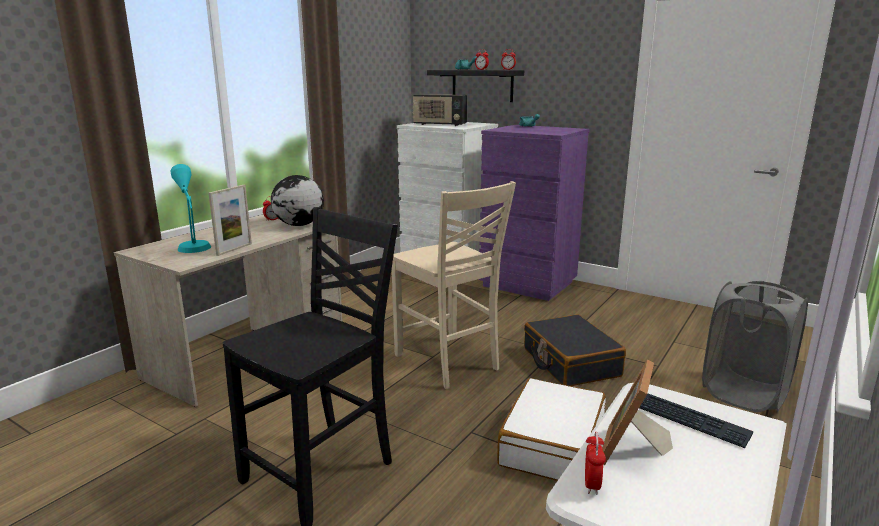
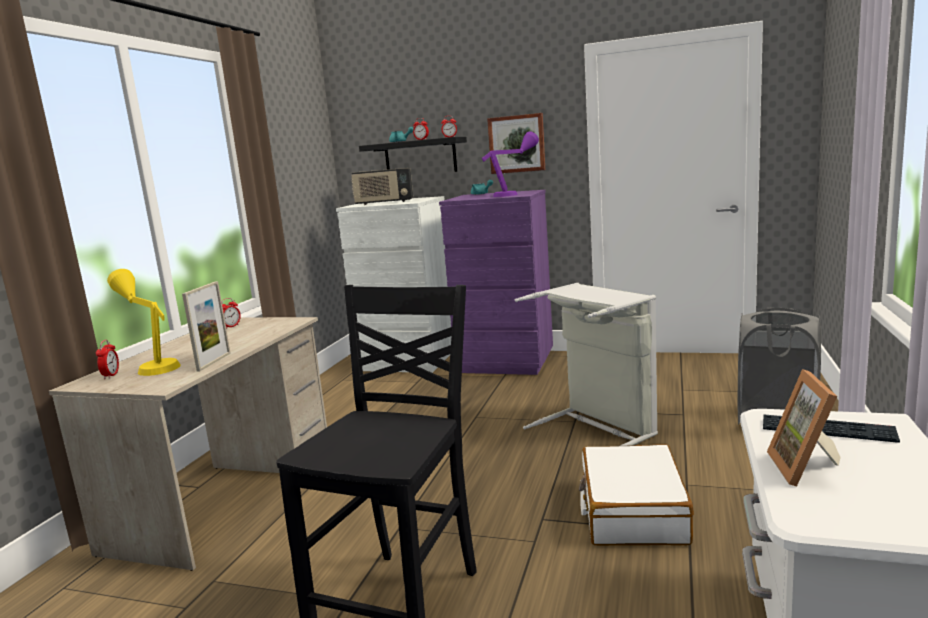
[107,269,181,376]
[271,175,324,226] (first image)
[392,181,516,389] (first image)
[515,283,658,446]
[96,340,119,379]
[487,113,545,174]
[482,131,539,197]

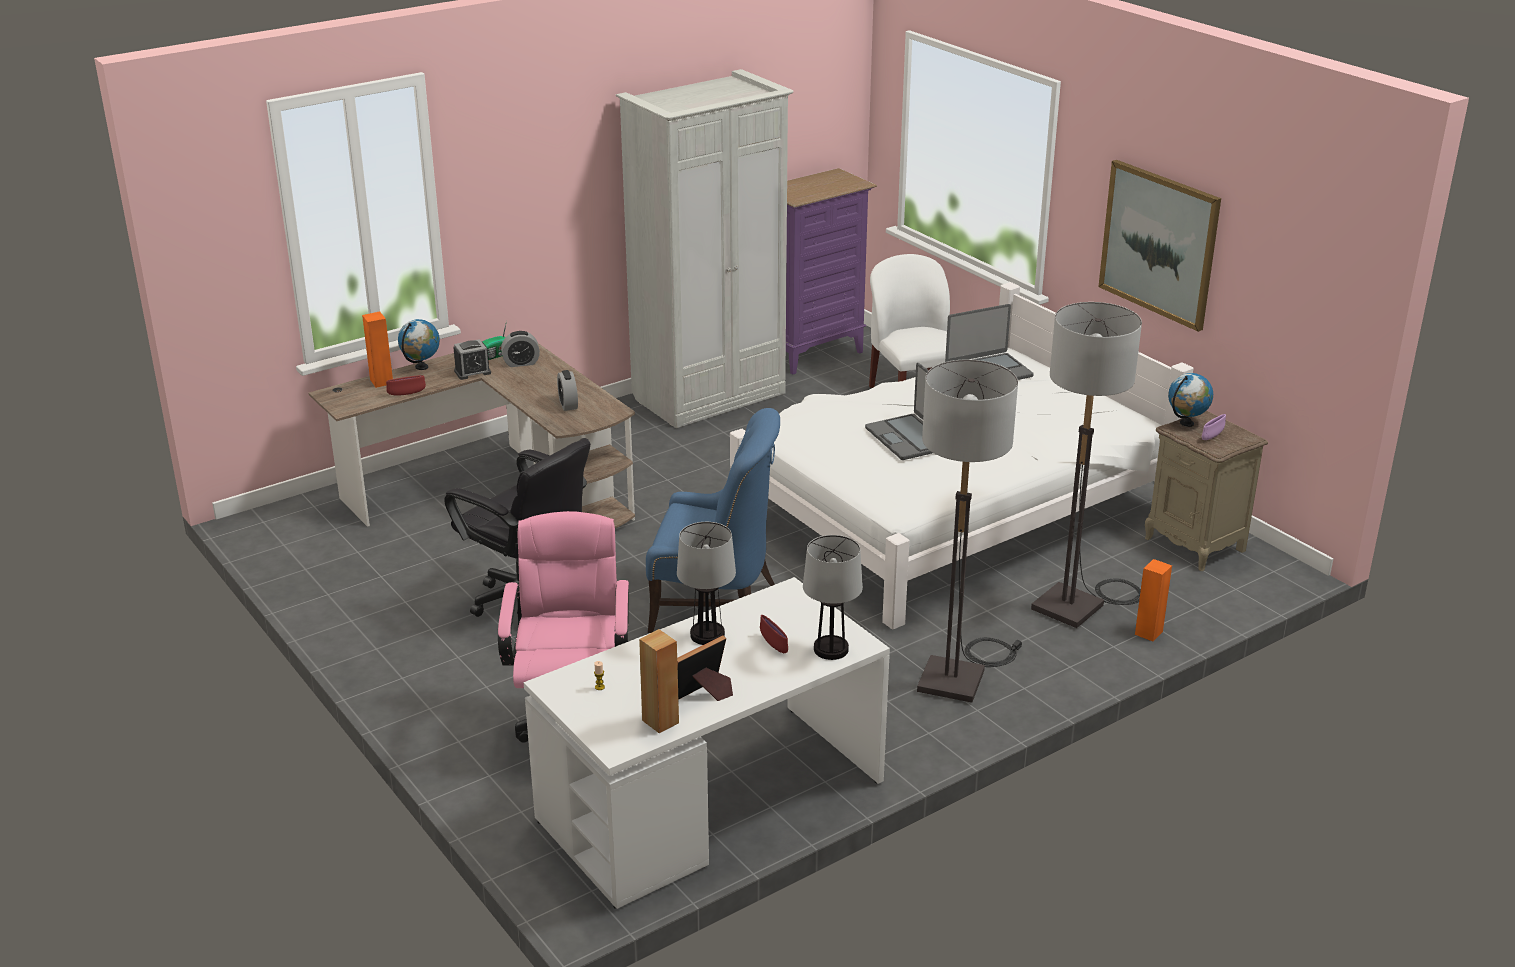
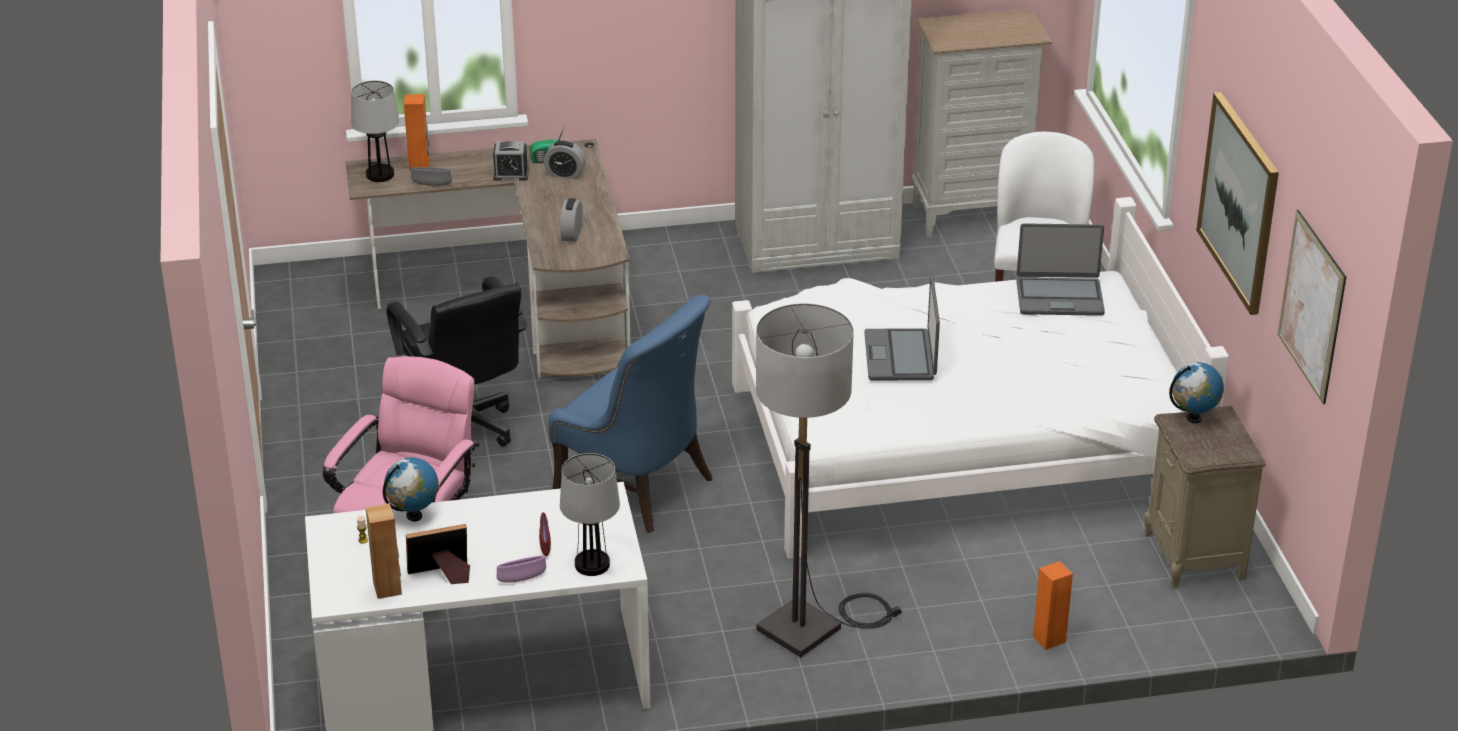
[912,9,1052,237]
[1031,302,1142,628] (first image)
[383,457,439,521]
[411,167,452,186]
[496,556,546,583]
[351,81,399,182]
[1278,210,1346,404]

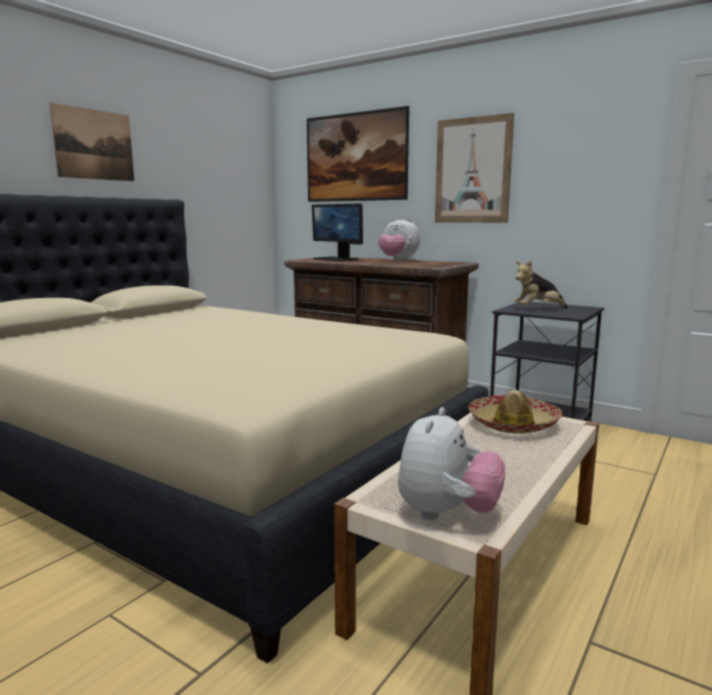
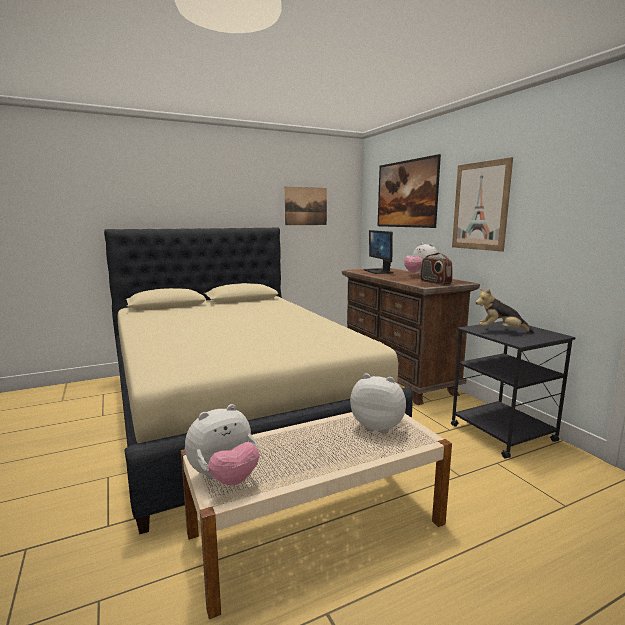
[285,187,327,225]
[350,373,406,434]
[420,253,453,285]

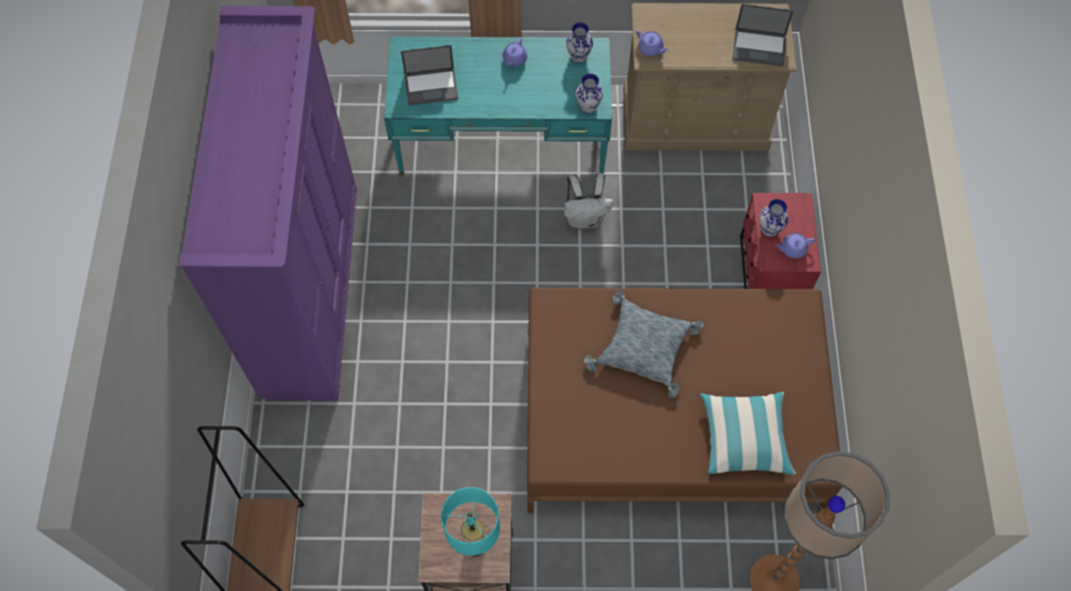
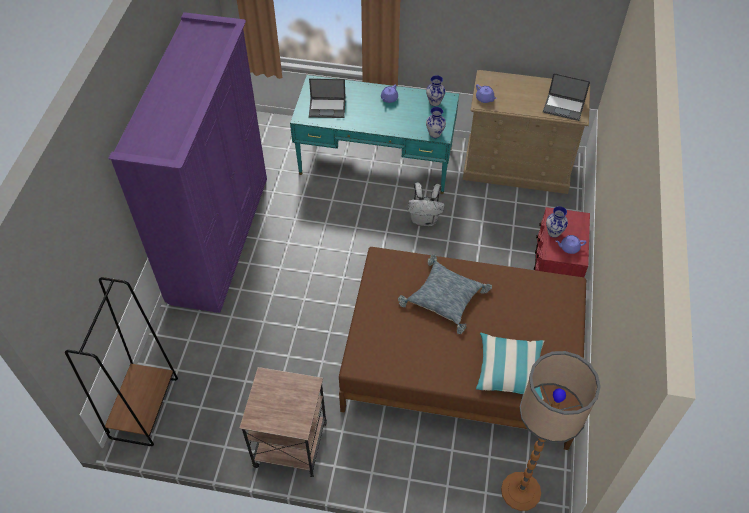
[441,487,500,557] (first image)

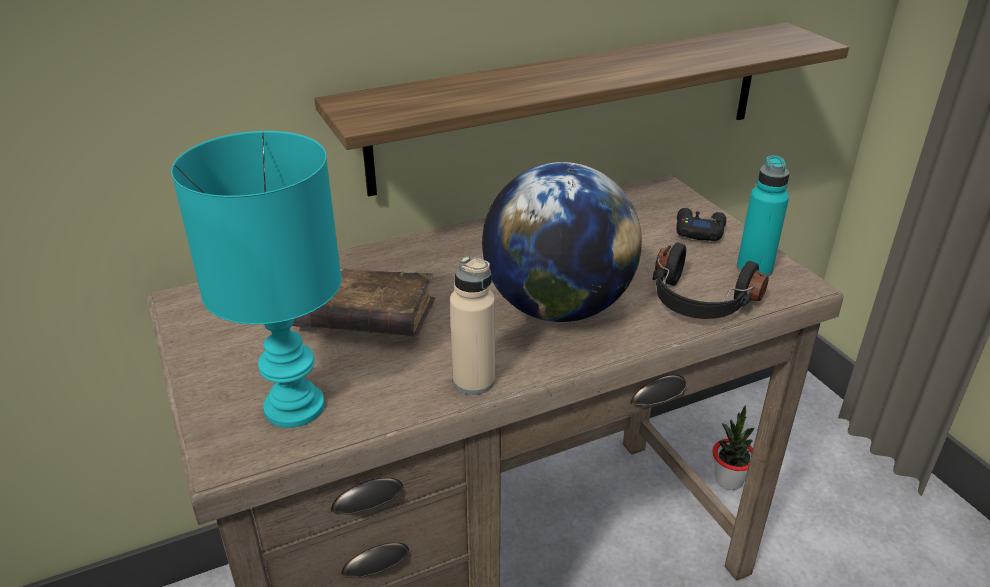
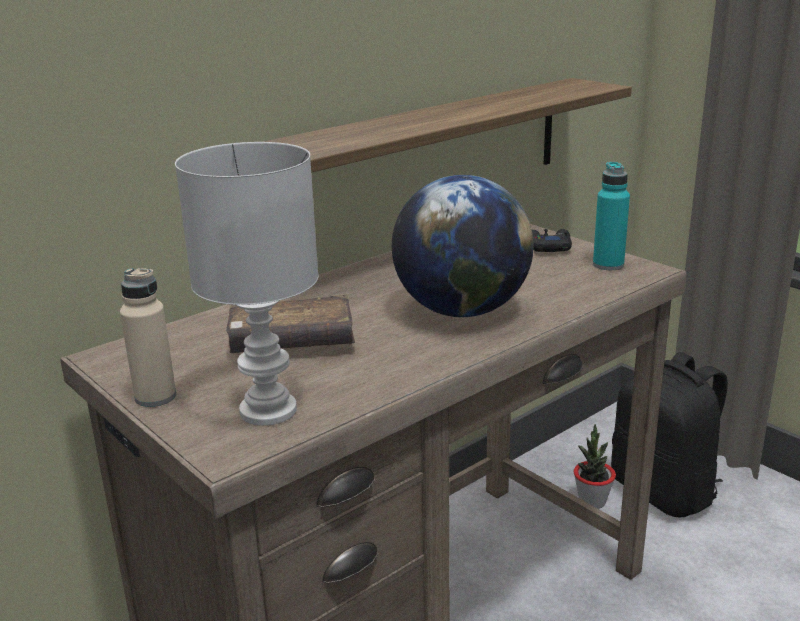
[175,142,319,426]
[652,243,768,319] (first image)
[120,268,176,407]
[611,352,728,517]

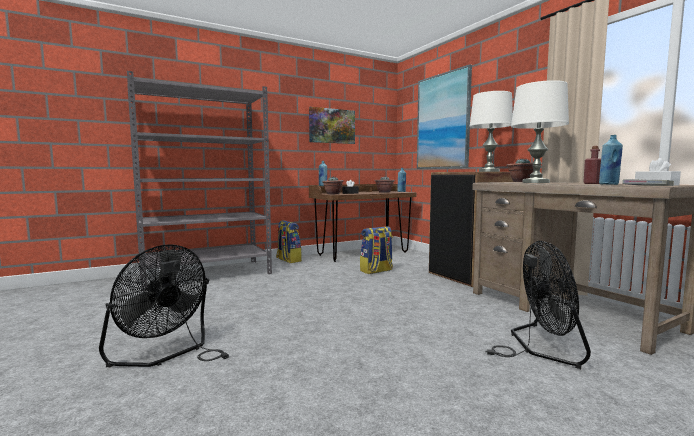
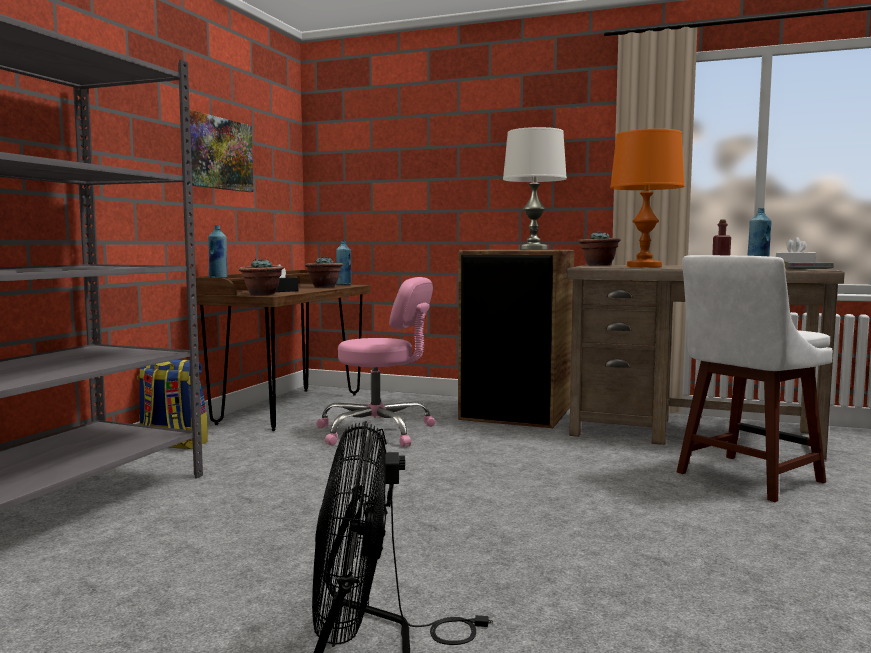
[417,64,472,169] (first image)
[610,129,685,267]
[317,277,436,447]
[677,255,833,502]

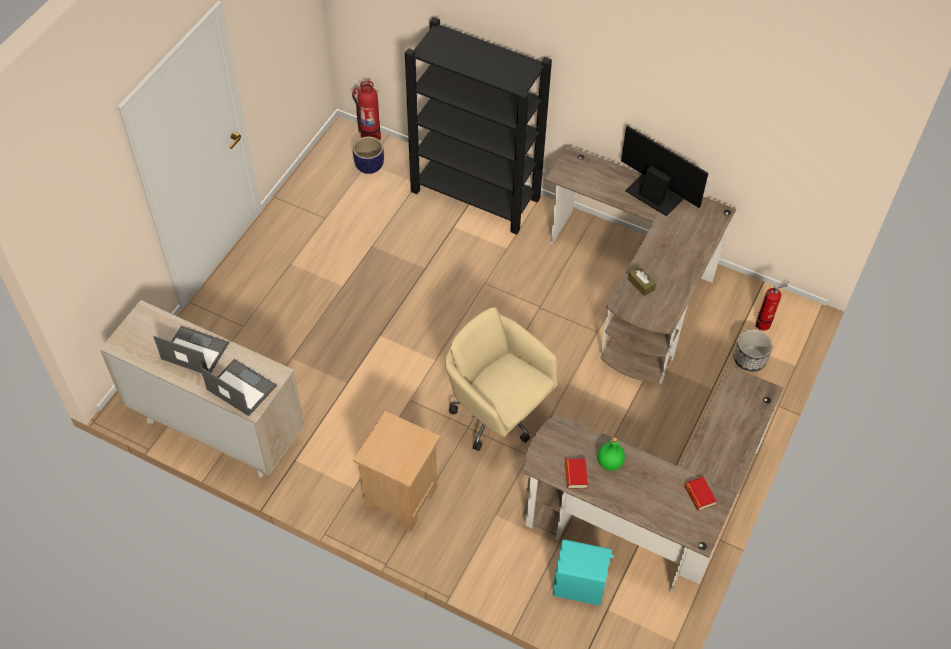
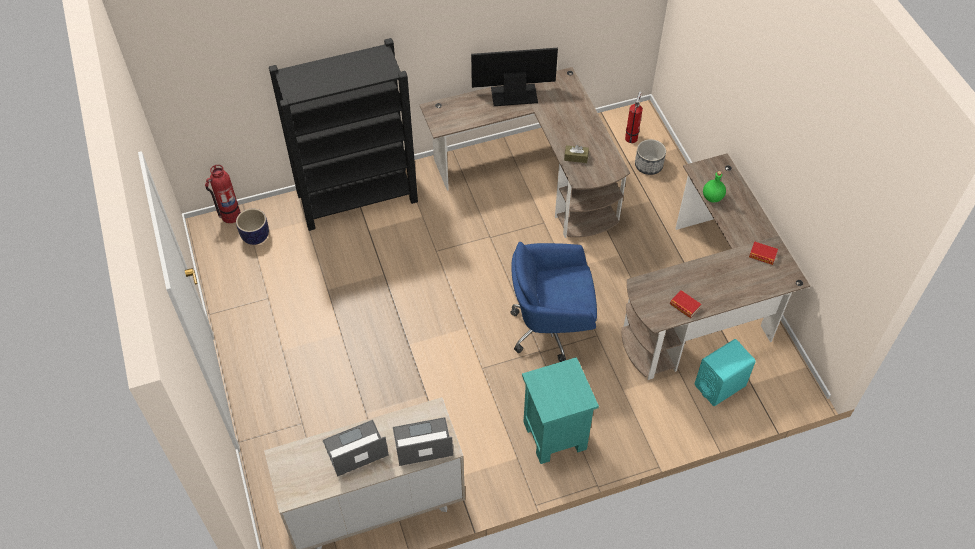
[510,242,597,362]
[522,357,599,464]
[703,171,726,203]

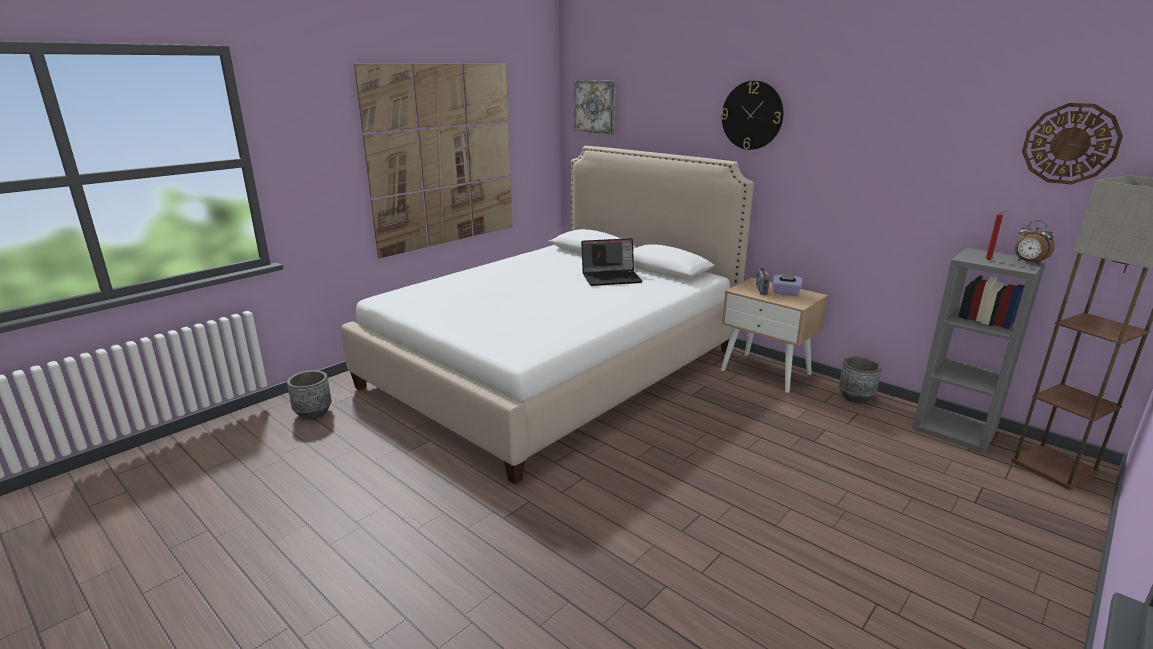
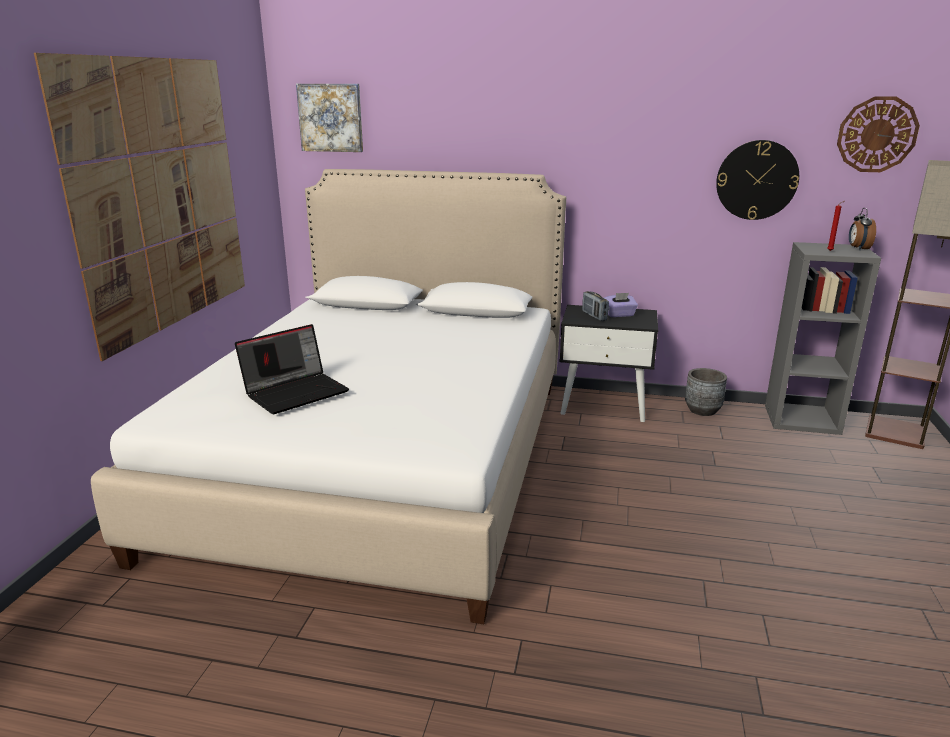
[716,140,799,220]
[849,208,876,250]
[235,324,349,414]
[560,305,658,422]
[287,370,331,420] (first image)

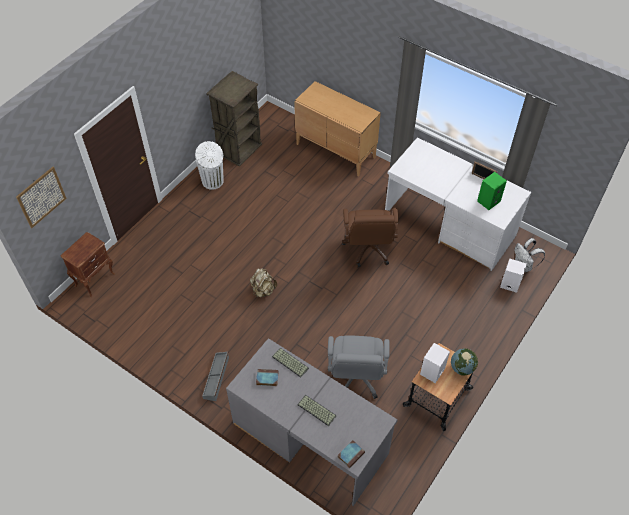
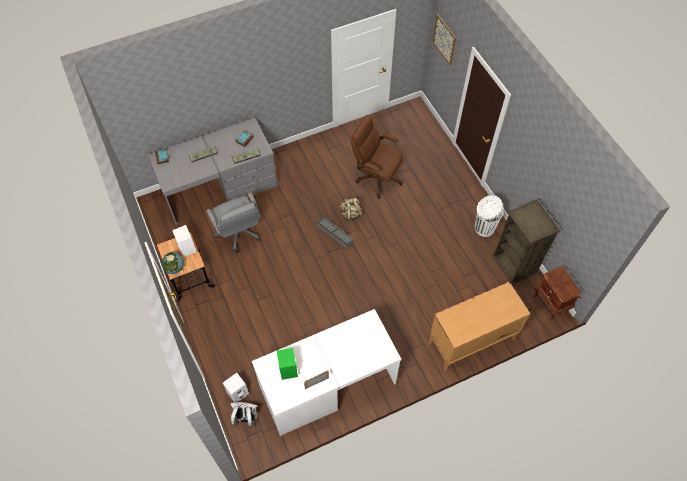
[351,115,403,199]
[533,266,582,323]
[206,193,261,253]
[317,218,353,249]

